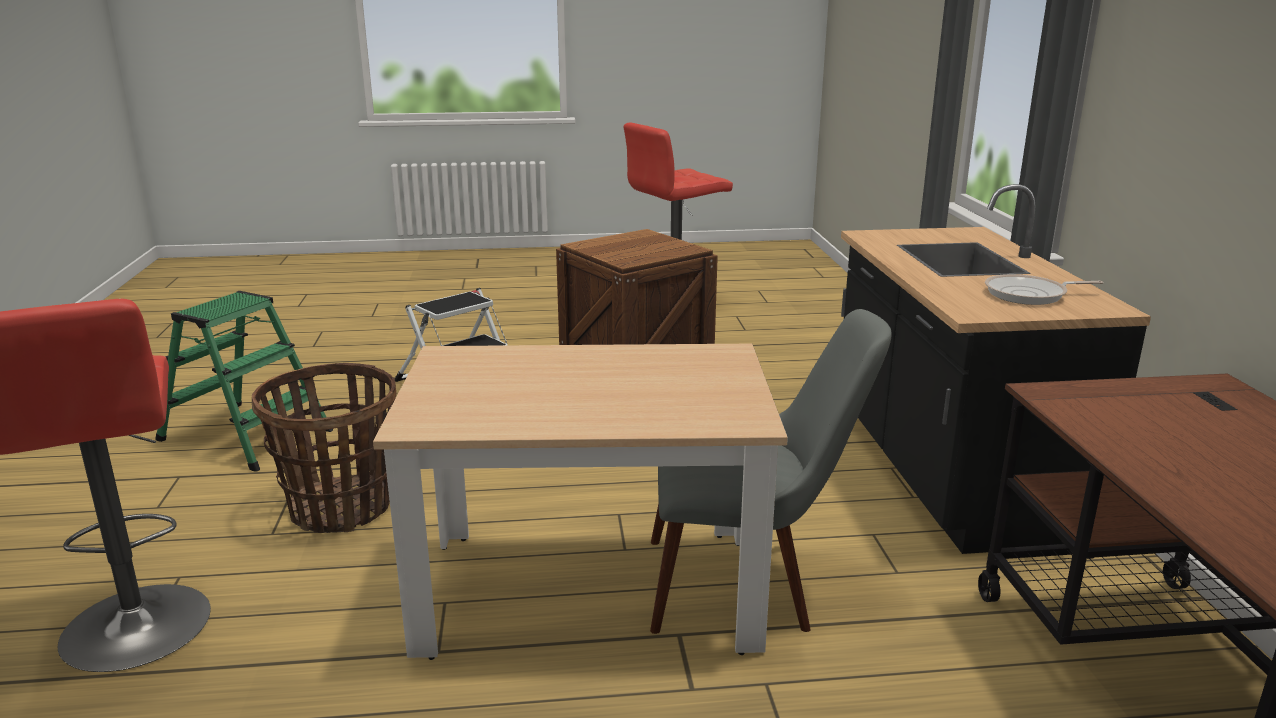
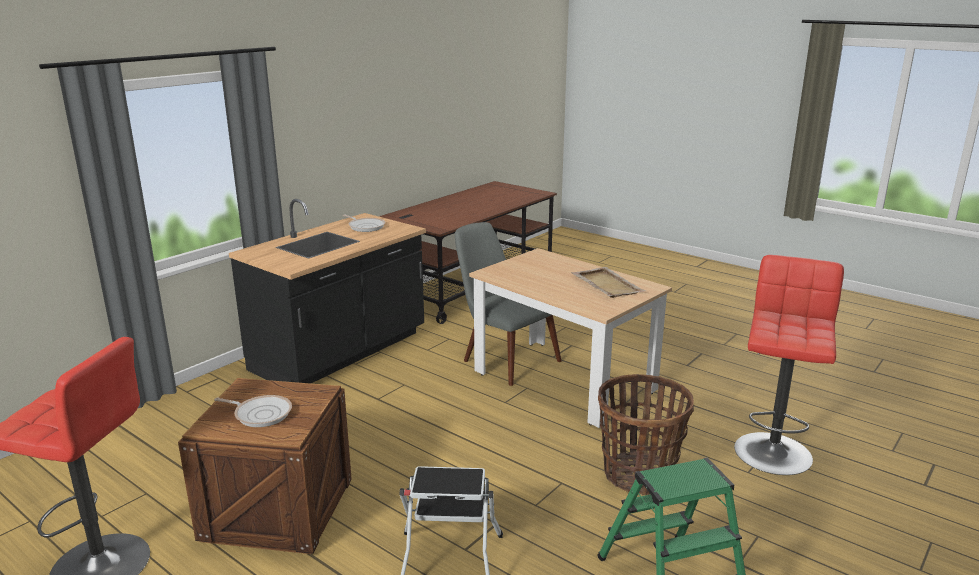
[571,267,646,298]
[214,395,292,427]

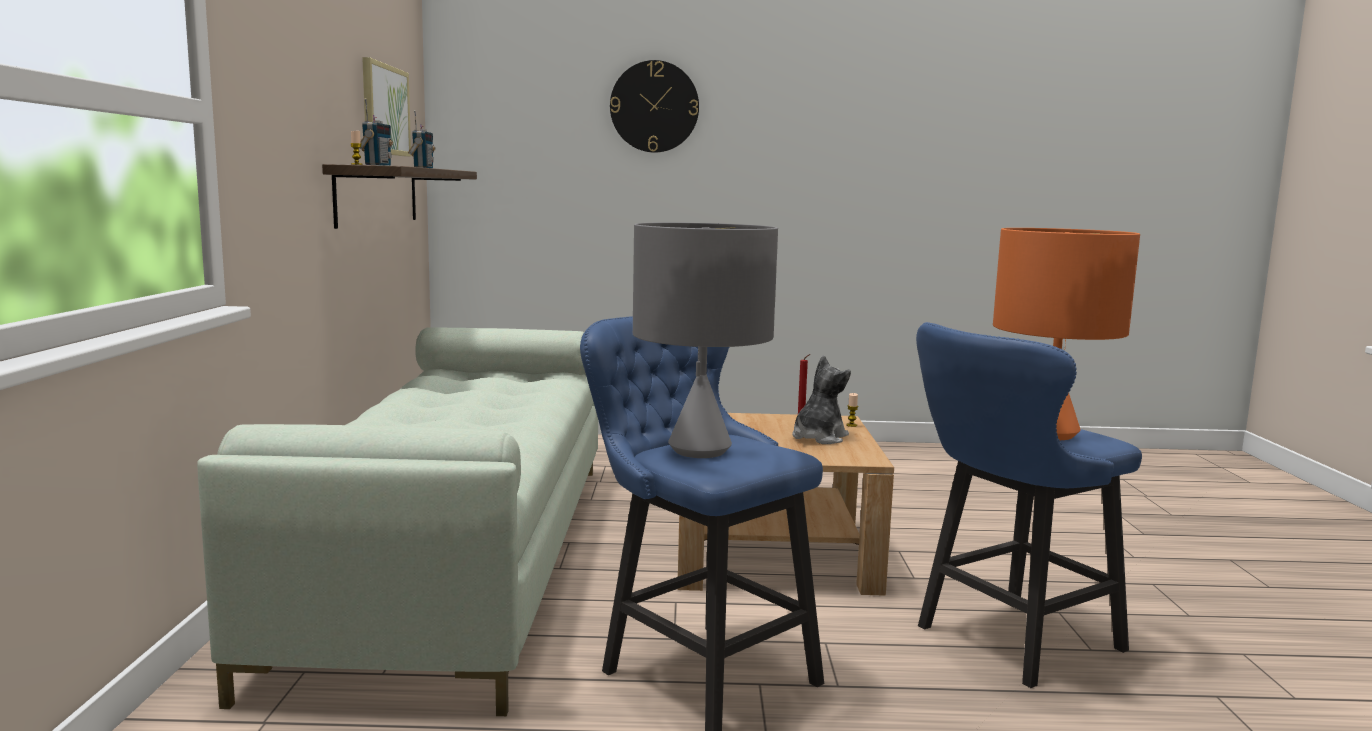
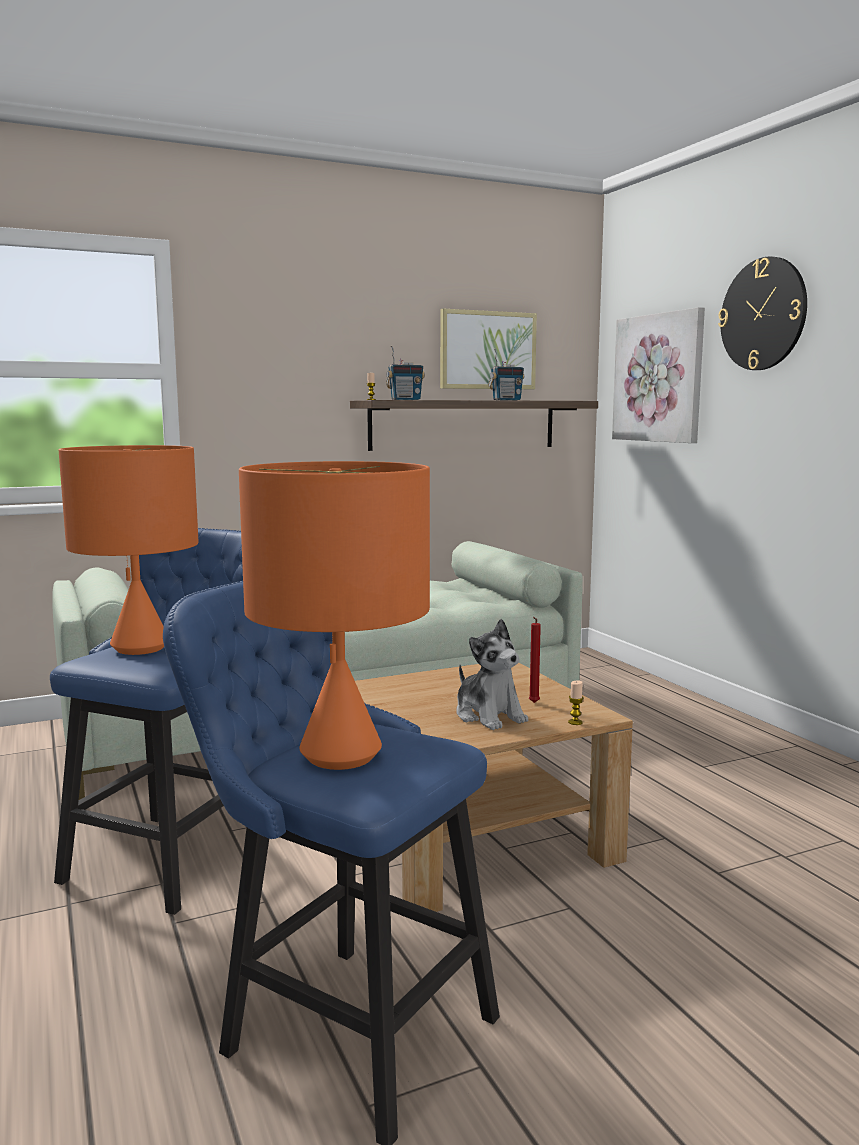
[59,445,198,655]
[456,619,528,730]
[612,307,705,443]

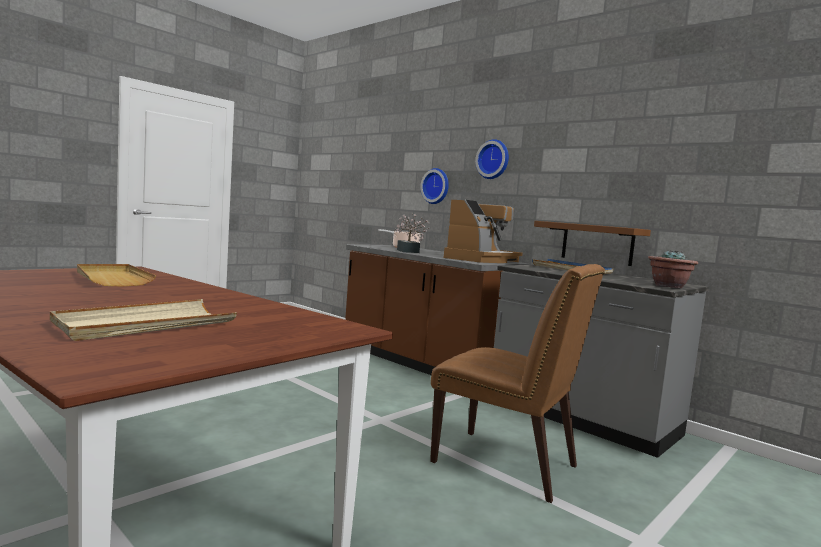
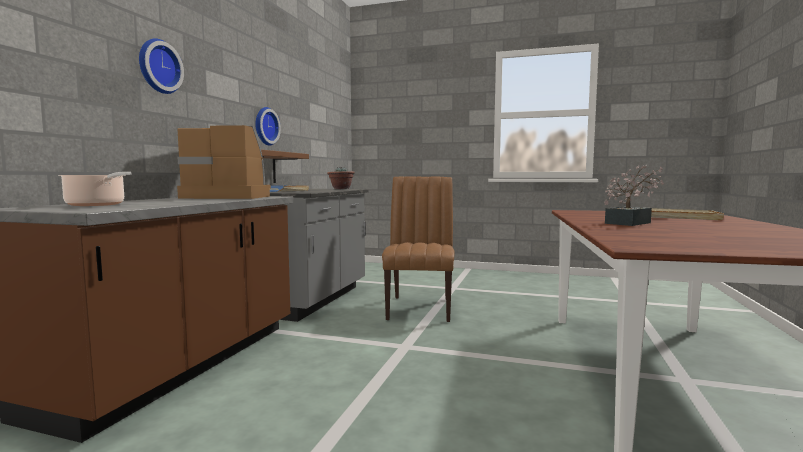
[255,107,281,146]
[604,165,664,226]
[77,264,157,286] (first image)

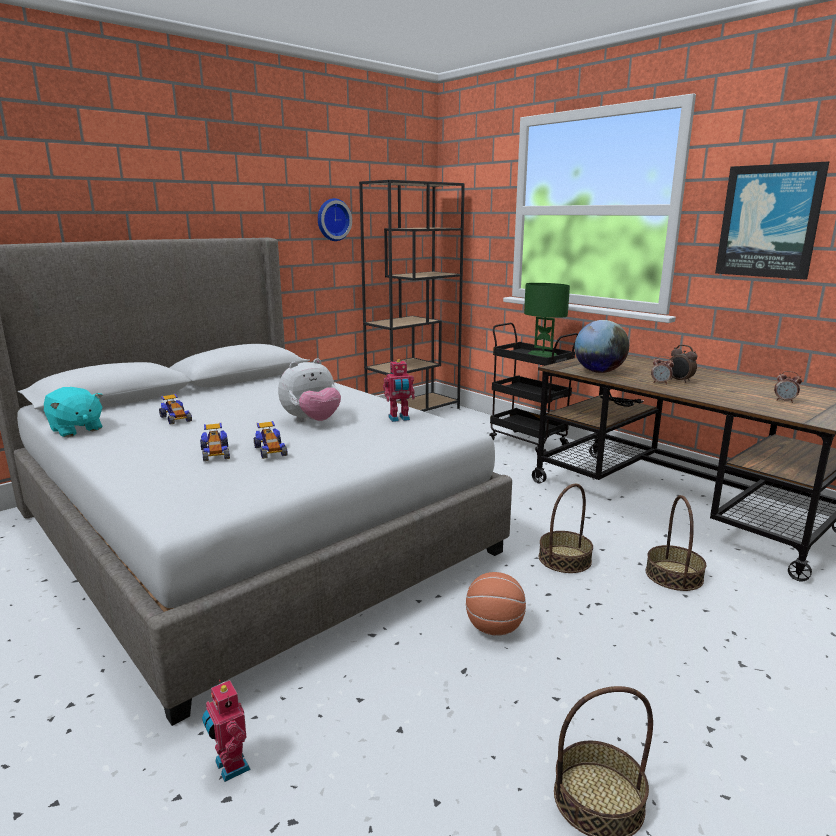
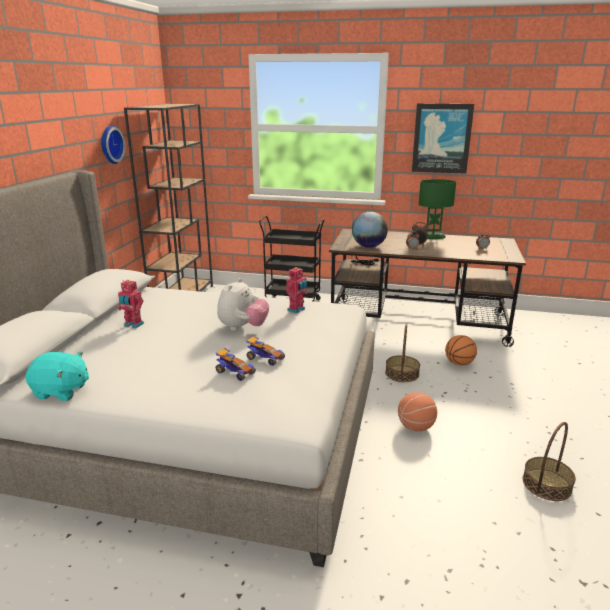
[419,179,456,239]
[159,394,192,425] (first image)
[445,335,477,365]
[118,280,144,328]

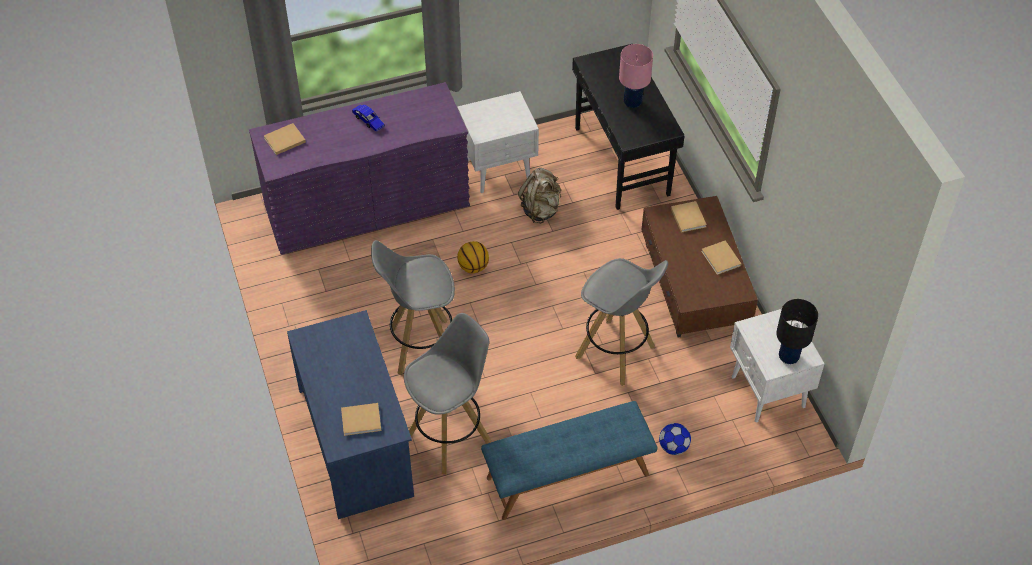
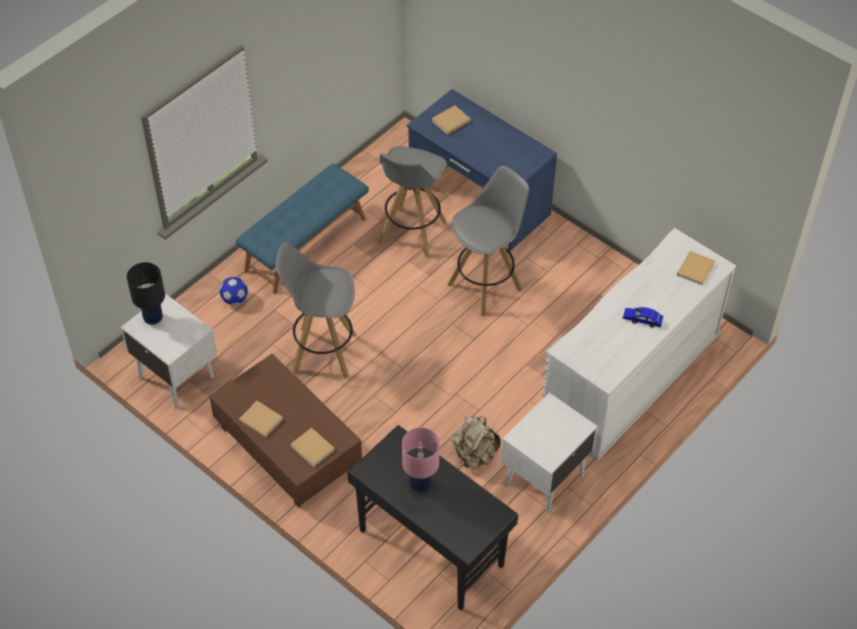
[542,228,736,461]
[457,241,489,273] (first image)

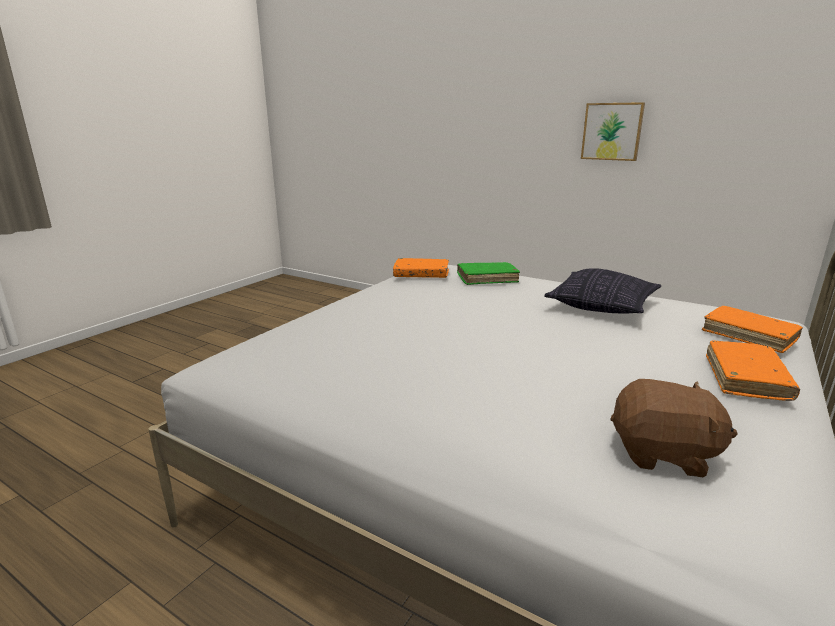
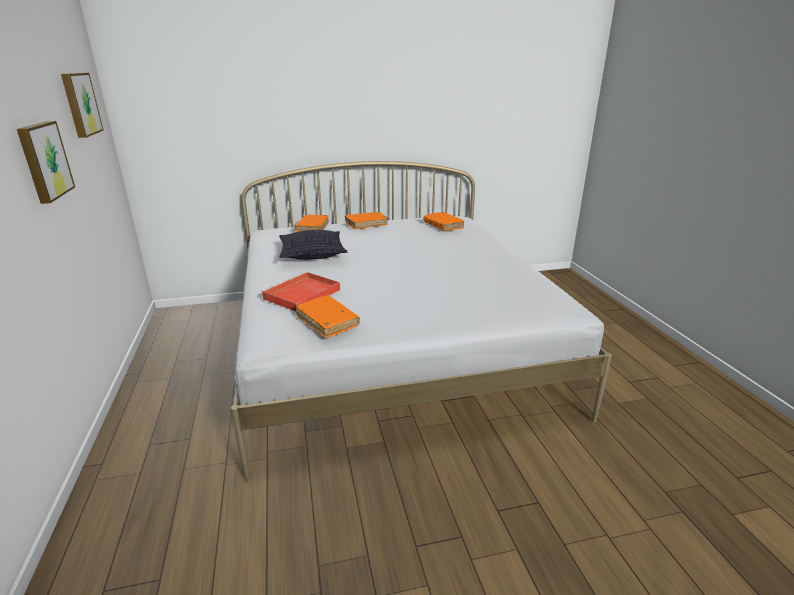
[261,272,340,311]
[423,212,464,231]
[61,73,103,138]

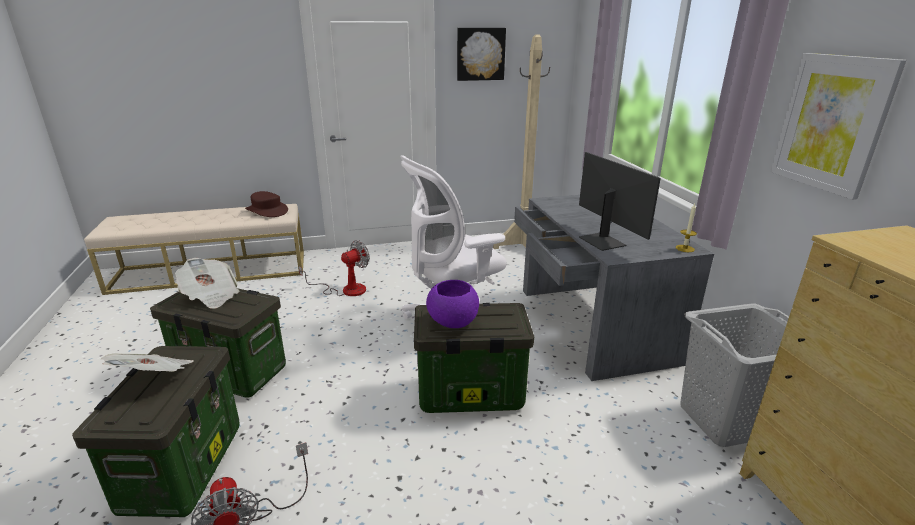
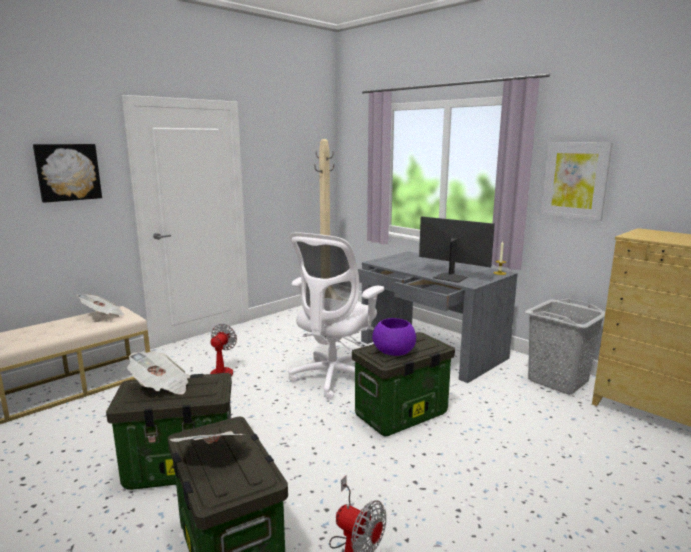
[33,144,102,203]
[76,294,124,316]

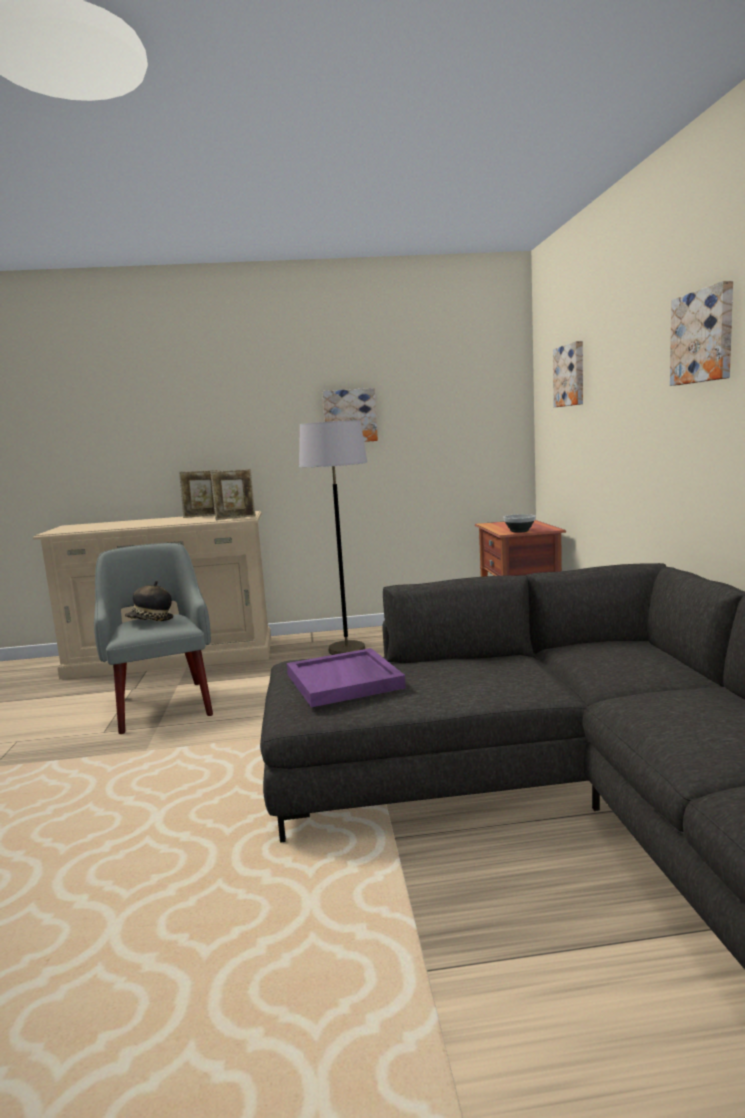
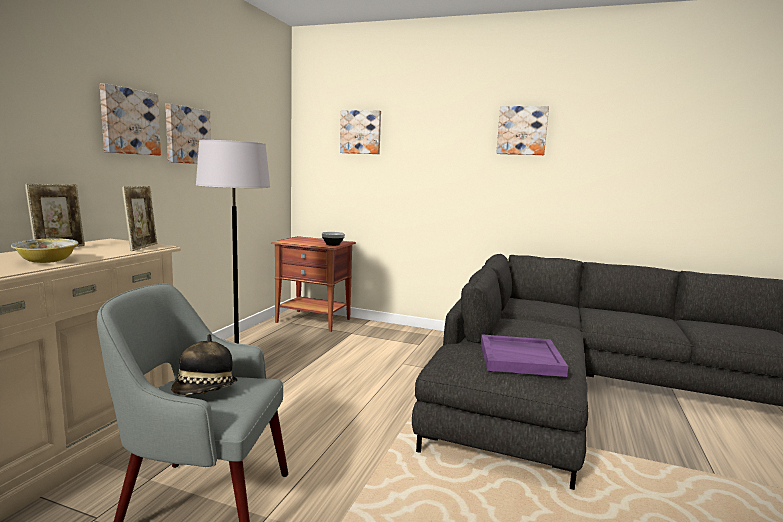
[100,83,161,155]
[11,238,78,263]

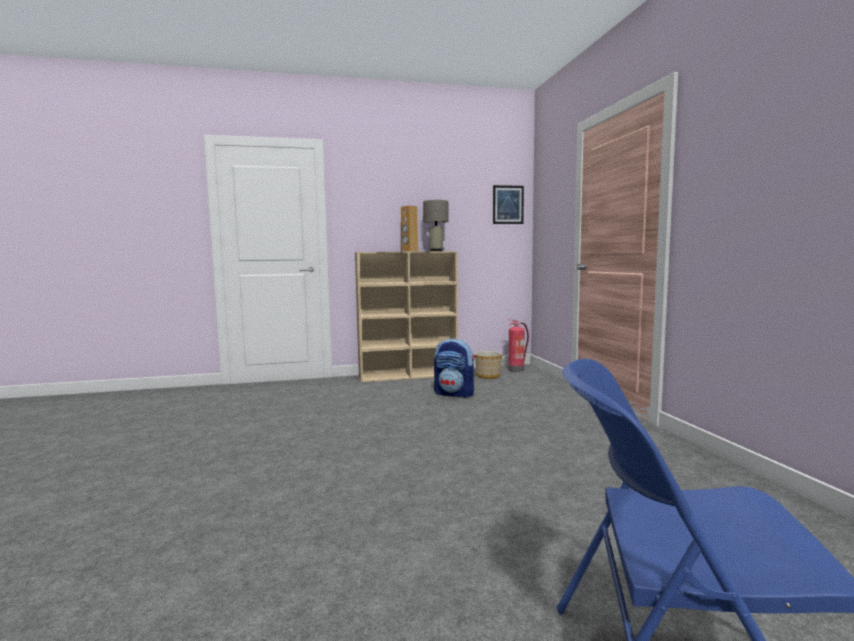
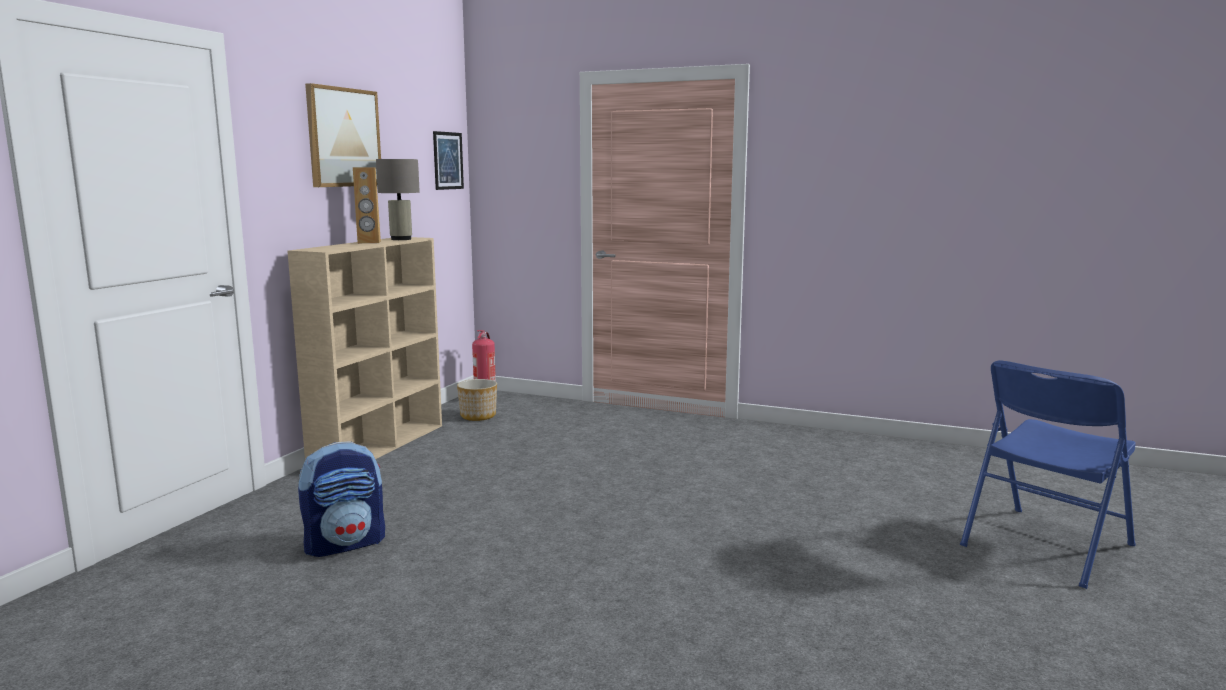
[298,441,385,557]
[305,83,381,187]

